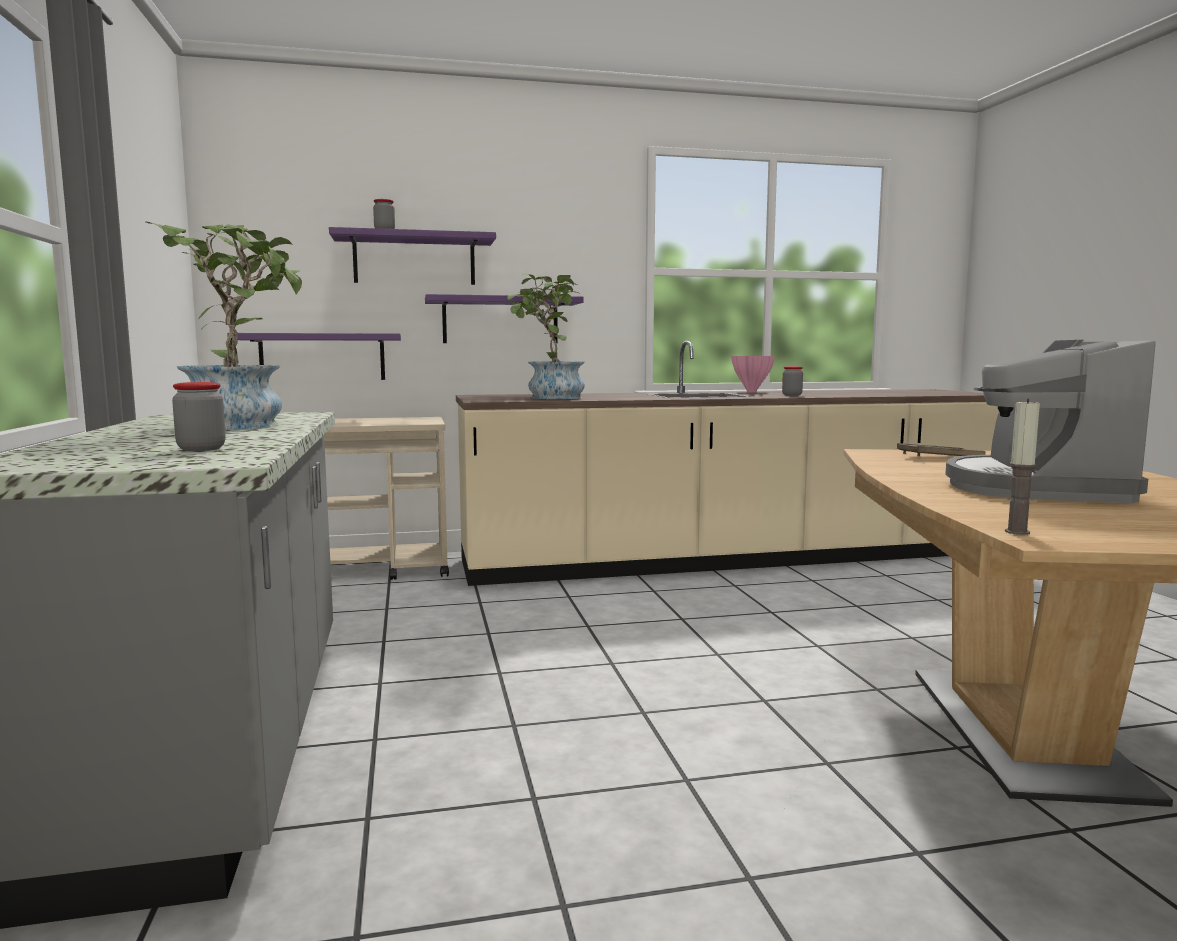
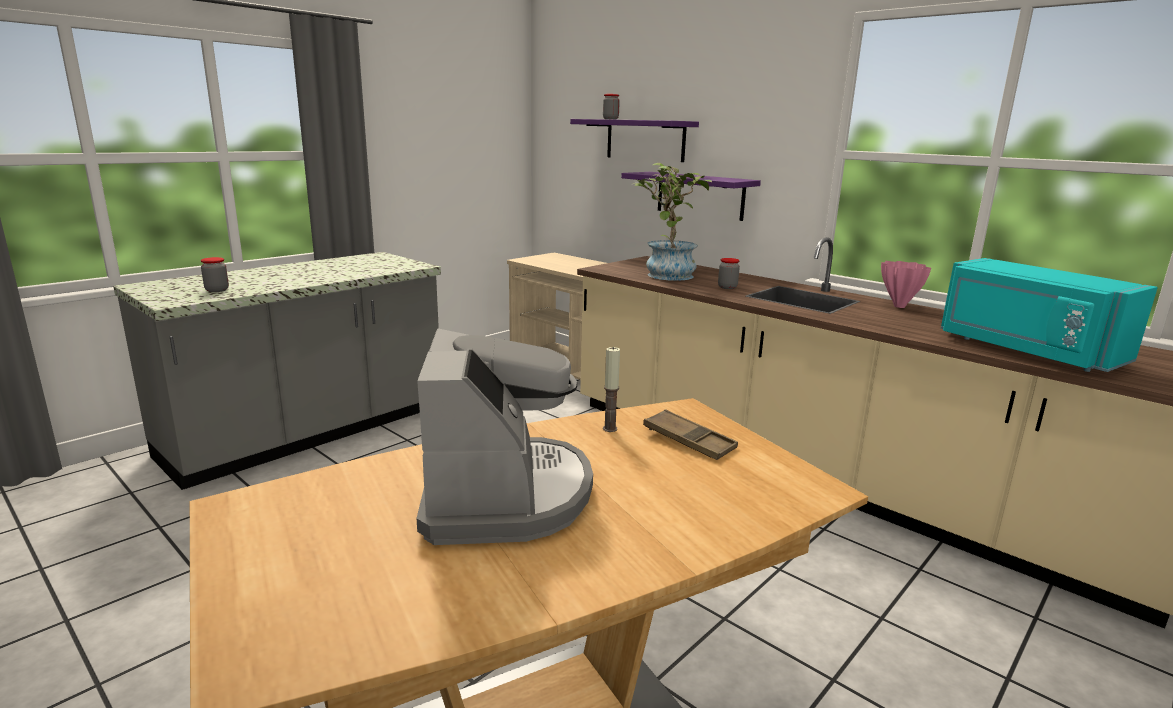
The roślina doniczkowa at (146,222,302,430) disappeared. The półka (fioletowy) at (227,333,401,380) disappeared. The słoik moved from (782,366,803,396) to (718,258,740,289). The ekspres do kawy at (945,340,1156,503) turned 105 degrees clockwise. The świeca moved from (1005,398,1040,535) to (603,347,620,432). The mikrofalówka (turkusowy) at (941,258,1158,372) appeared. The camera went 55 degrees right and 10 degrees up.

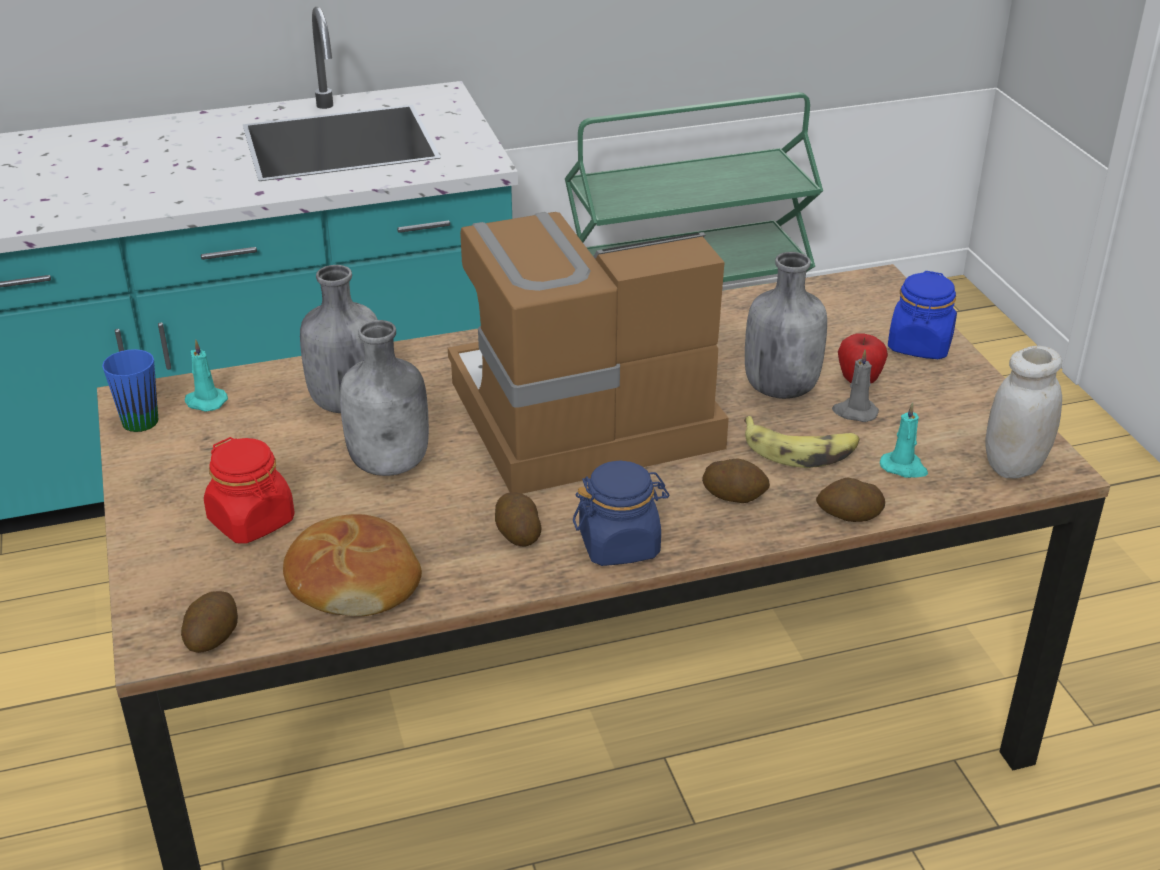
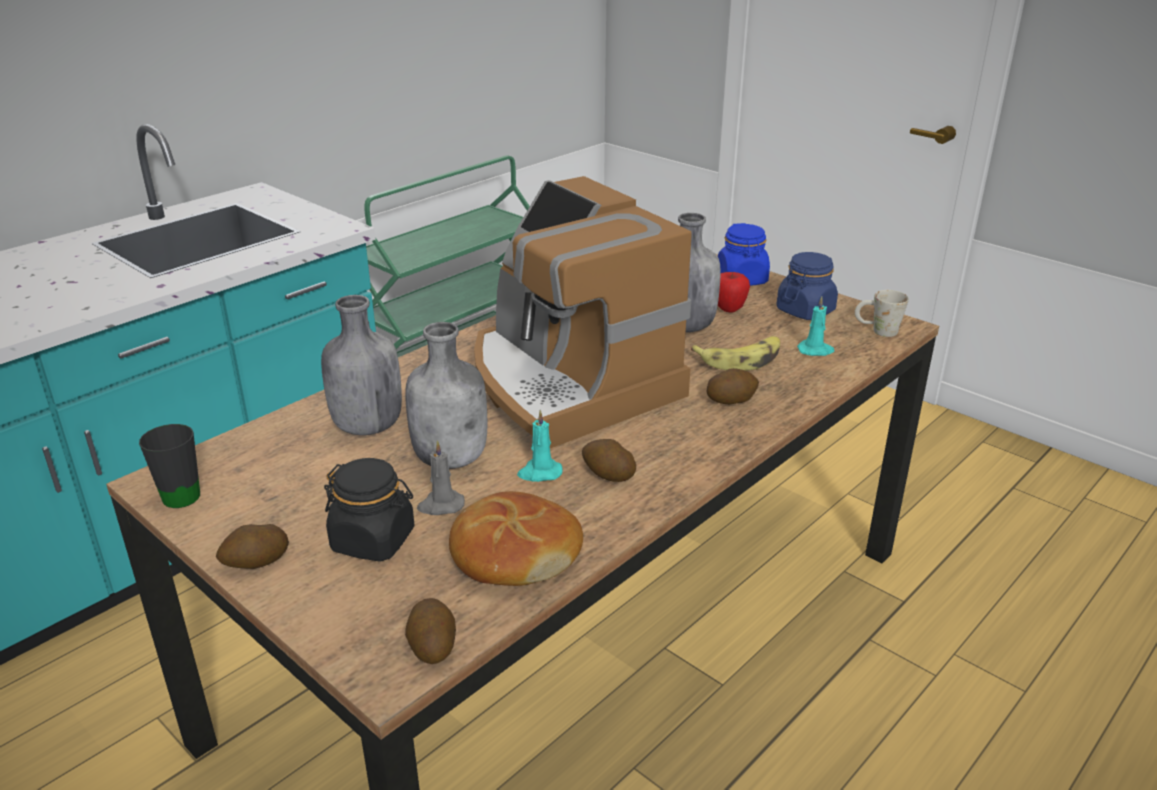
The kubek (niebieski) at (102,349,158,432) became the kubek (czarny) at (139,424,200,508). The świeca (turkusowy) moved from (185,339,228,411) to (517,410,563,482). The słoik (czerwony) at (204,437,295,544) became the słoik (czarny) at (324,458,414,561). The ekspres do kawy at (448,212,729,494) turned 75 degrees counterclockwise. The słoik (niebieski) moved from (573,461,669,566) to (777,252,838,320). The ziemniak moved from (816,477,885,522) to (216,524,289,569). The świeca (szary) moved from (832,350,879,422) to (417,441,465,515). The słoik (biały) at (985,346,1062,479) was replaced by the kubek (biały) at (855,290,909,337). The camera went 30 degrees left and 5 degrees down.

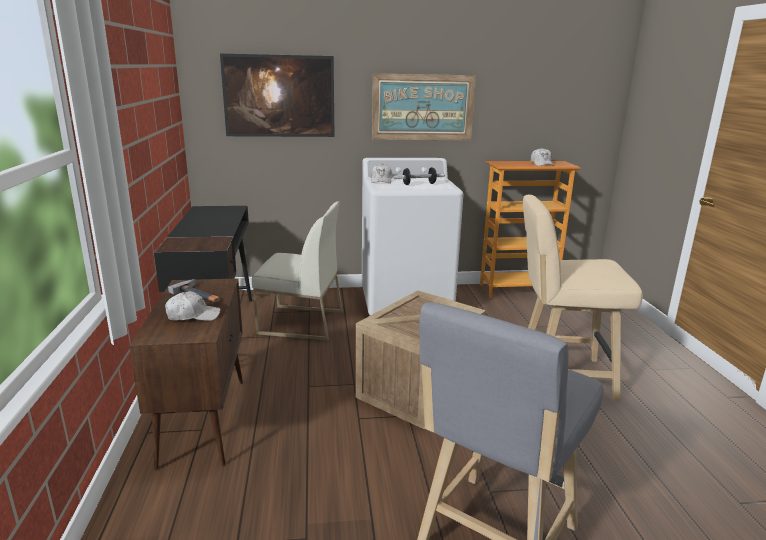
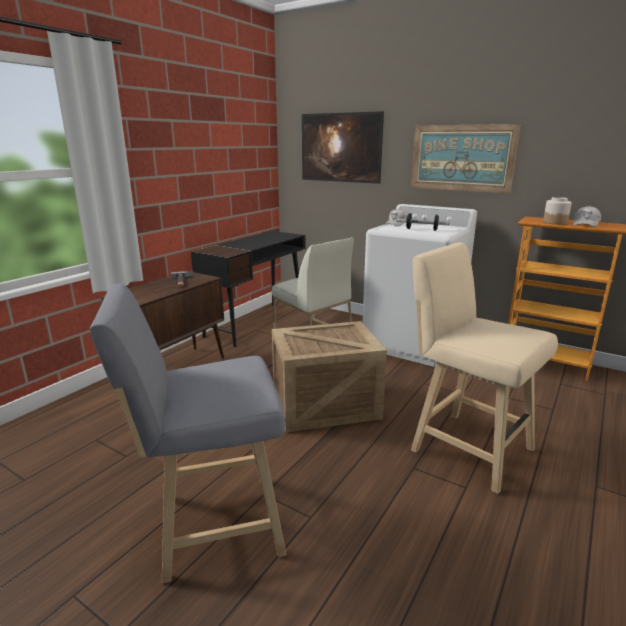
The czapka z daszkiem (biały) at (165,291,221,321) disappeared. The słoik at (543,197,572,225) appeared. The camera went 40 degrees right and 0 degrees up.

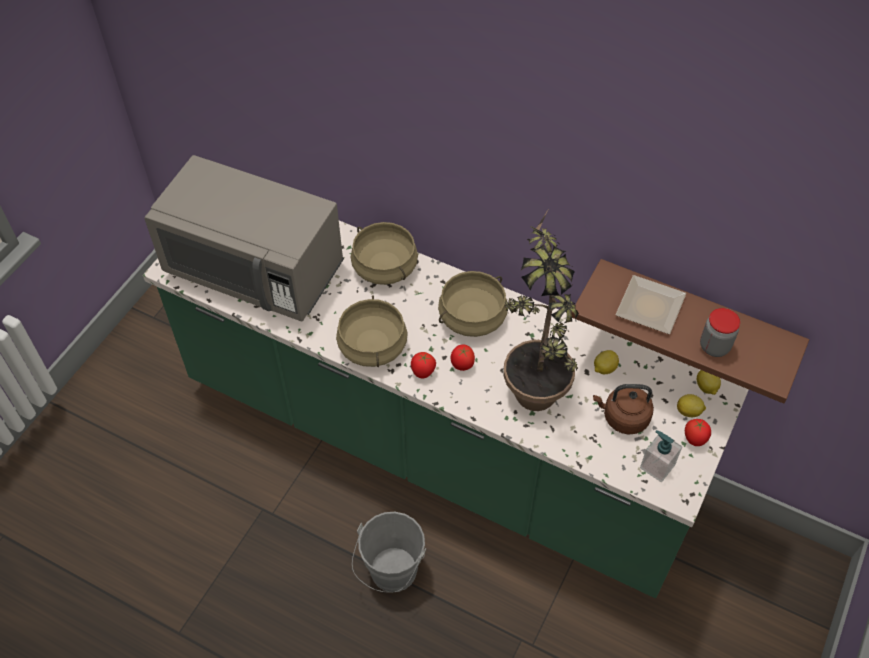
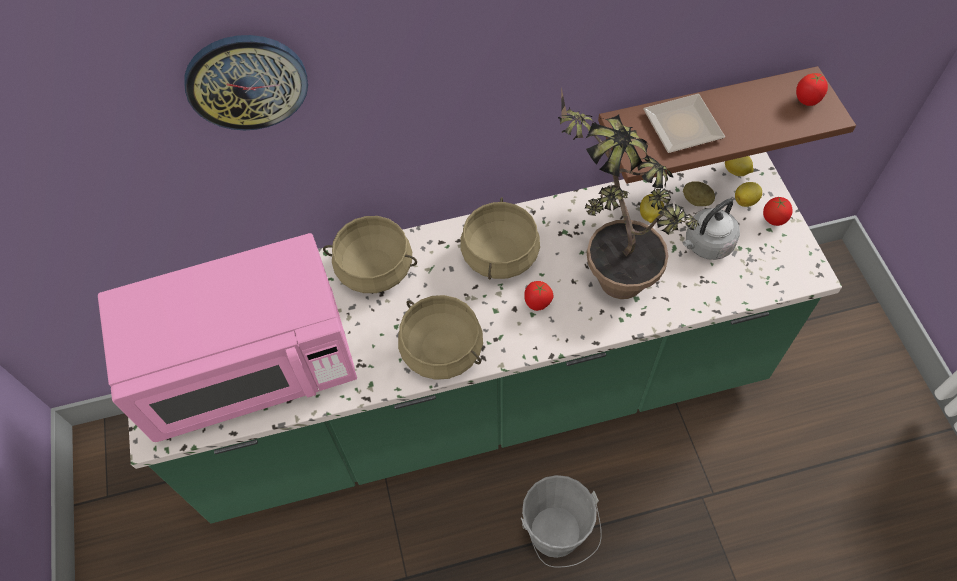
The mikrofalówka (szary) at (144,155,344,322) became the mikrofalówka (różowy) at (98,233,357,442). The pomidor moved from (411,352,436,378) to (796,73,828,106). The czajnik (brązowy) at (593,384,654,434) became the czajnik (szary) at (683,199,740,260). The dozownik mydła at (640,430,682,482) disappeared. The słoik at (700,308,740,357) disappeared. The zegar ścienny at (184,35,308,130) appeared. The ziemniak at (683,181,715,206) appeared. The camera went 40 degrees left and 5 degrees up.

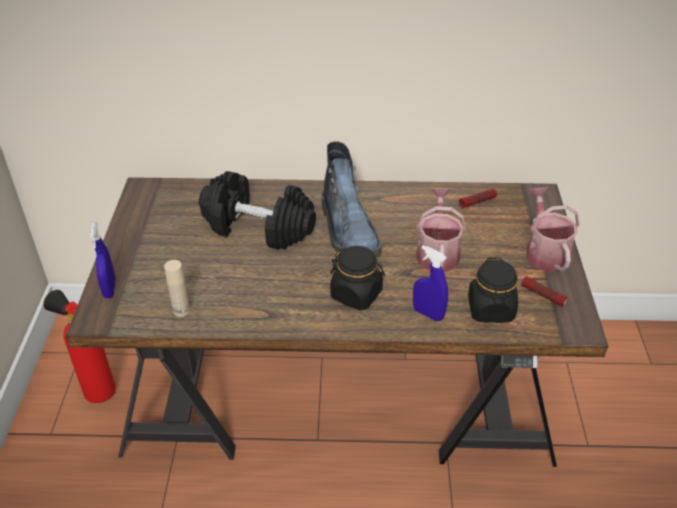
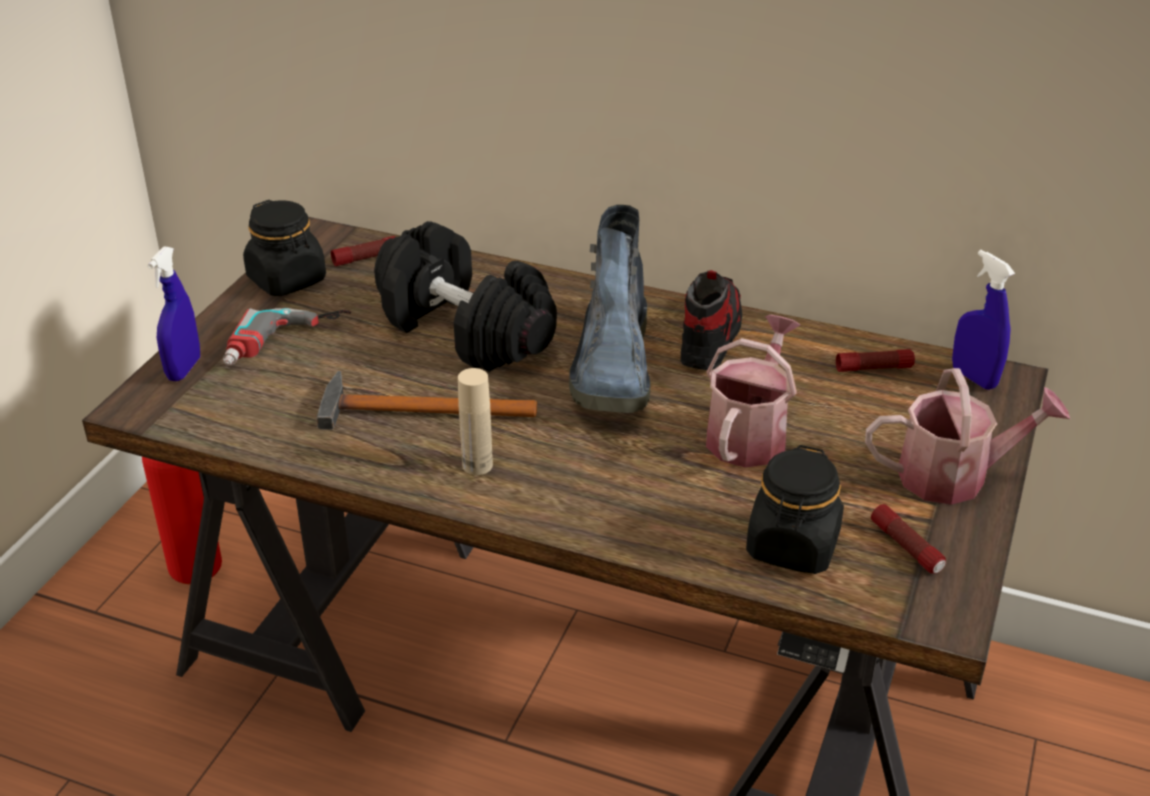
The butelka (beżowy) moved from (164,260,190,317) to (458,368,493,475). The słoik (czarny) moved from (330,246,385,310) to (243,200,326,296). The spryskiwacz (niebieski) moved from (413,245,448,321) to (952,250,1015,390). The konewka at (526,187,579,272) turned 75 degrees clockwise. The wiertarka at (223,308,351,366) appeared. The młotek at (316,371,538,430) appeared. The latarka at (331,236,395,266) appeared. The but at (681,270,742,370) appeared. The camera went 20 degrees right and 5 degrees down.

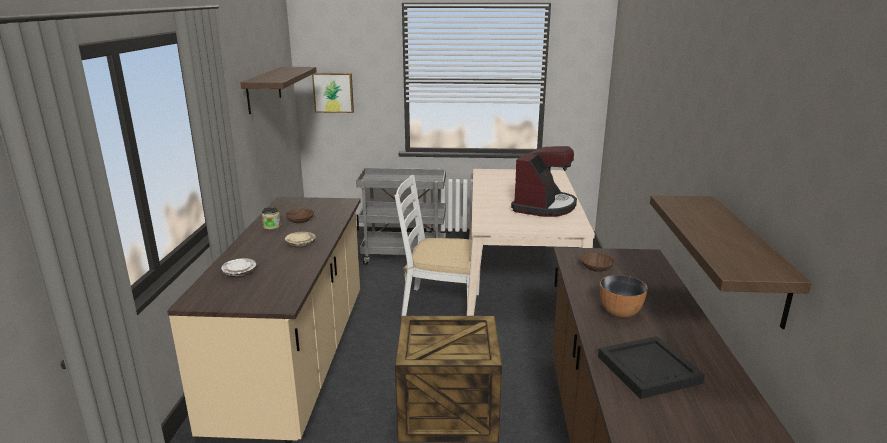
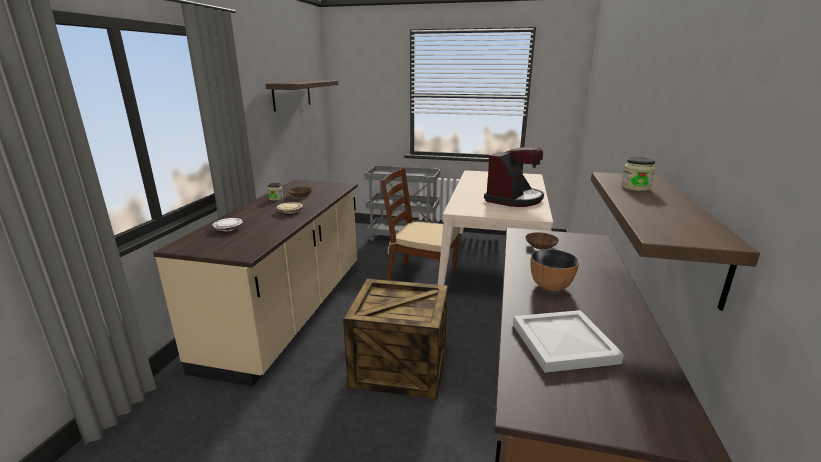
The obraz at (312,73,354,113) disappeared. The krzesło (biały) at (394,175,481,316) became the krzesło (brązowy) at (381,168,460,280). The taca (czarny) at (598,336,705,399) became the taca (biały) at (513,310,624,373). The słoik at (621,157,655,191) appeared. The camera went 10 degrees right and 0 degrees up.

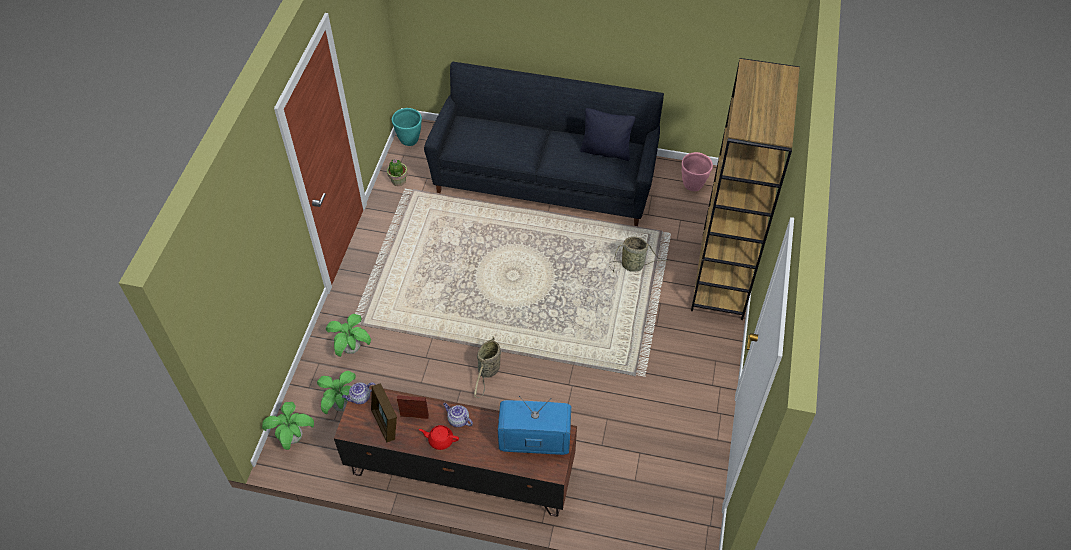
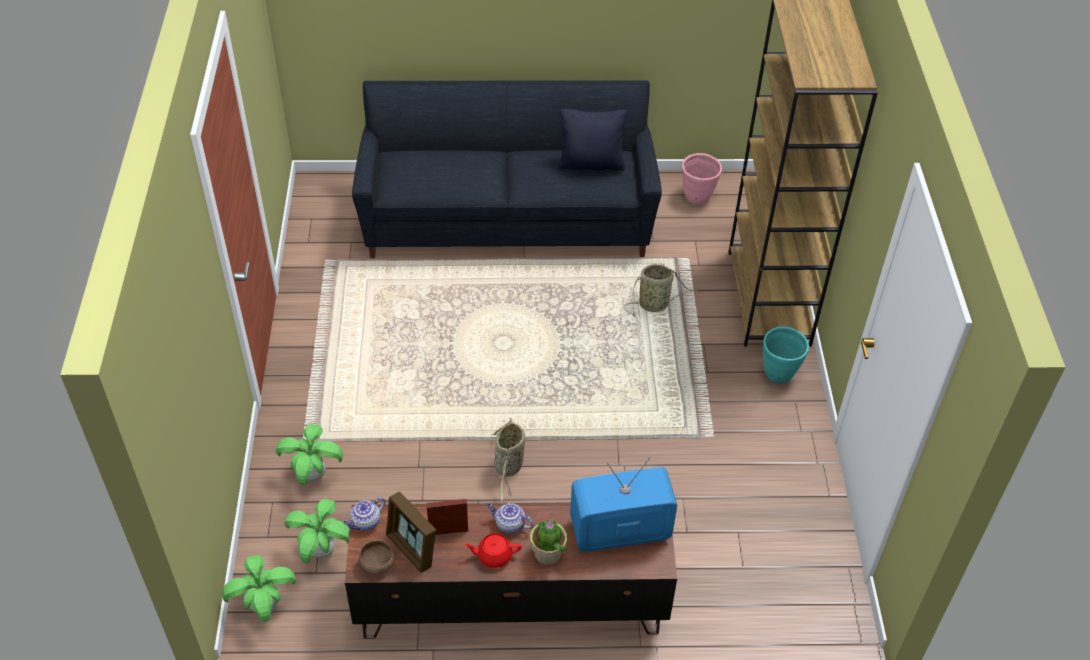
The roślina doniczkowa moved from (387,159,407,186) to (530,520,567,565). The donica (turkusowy) moved from (392,108,422,146) to (763,326,809,383). The miska (brązowy) at (359,540,394,574) appeared. The camera went 15 degrees left and 5 degrees down.

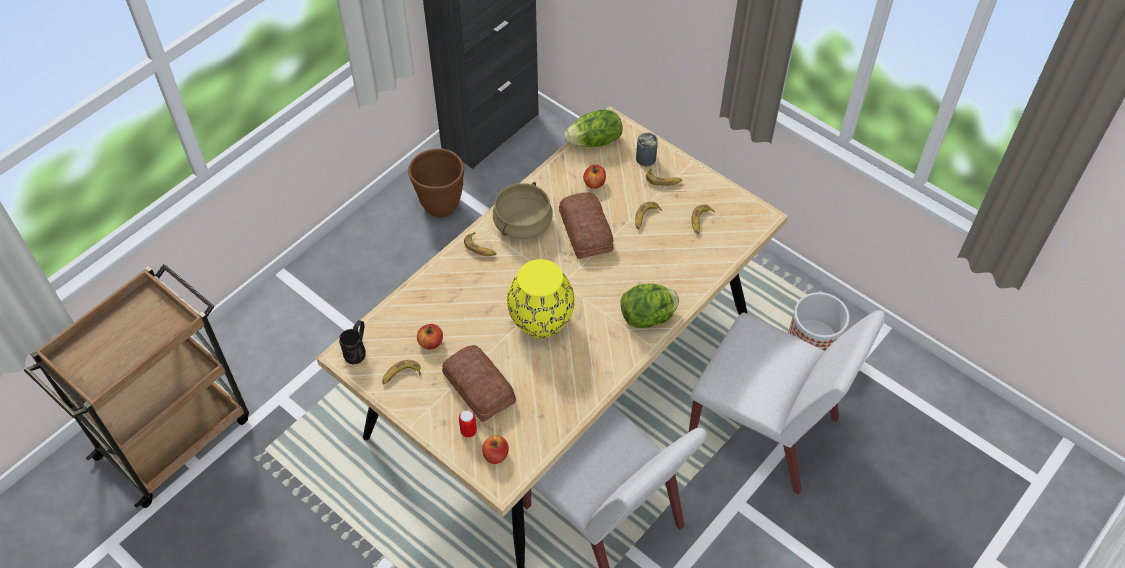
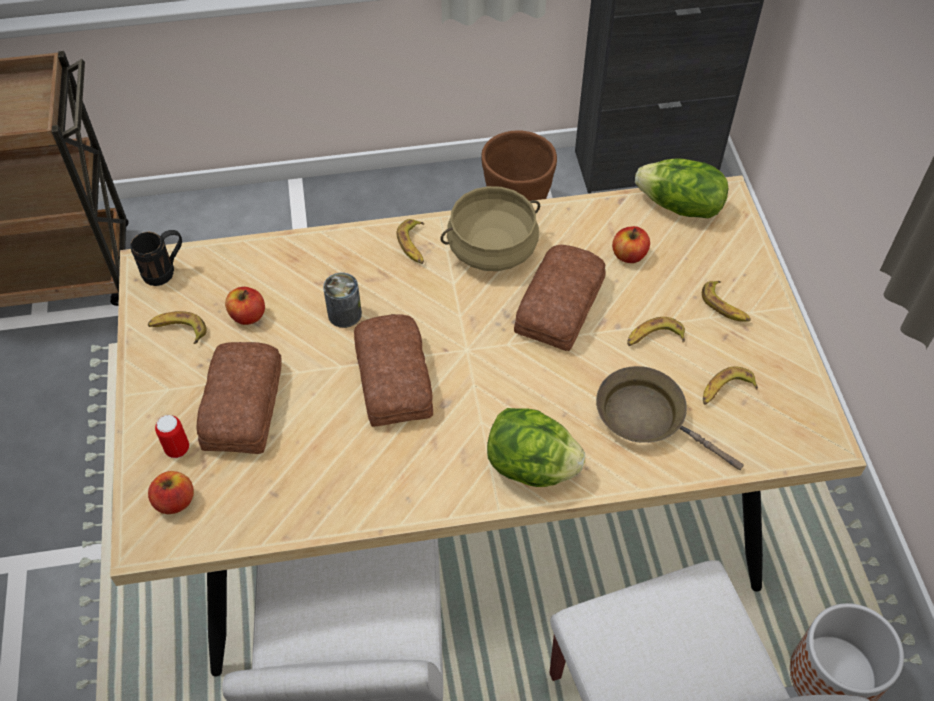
The wazon (żółty) at (507,259,575,338) was replaced by the chleb at (354,314,433,427). The puszka moved from (636,133,658,166) to (323,273,362,328). The patelnia (brązowy) at (596,366,744,470) appeared. The camera went 40 degrees right and 0 degrees up.

